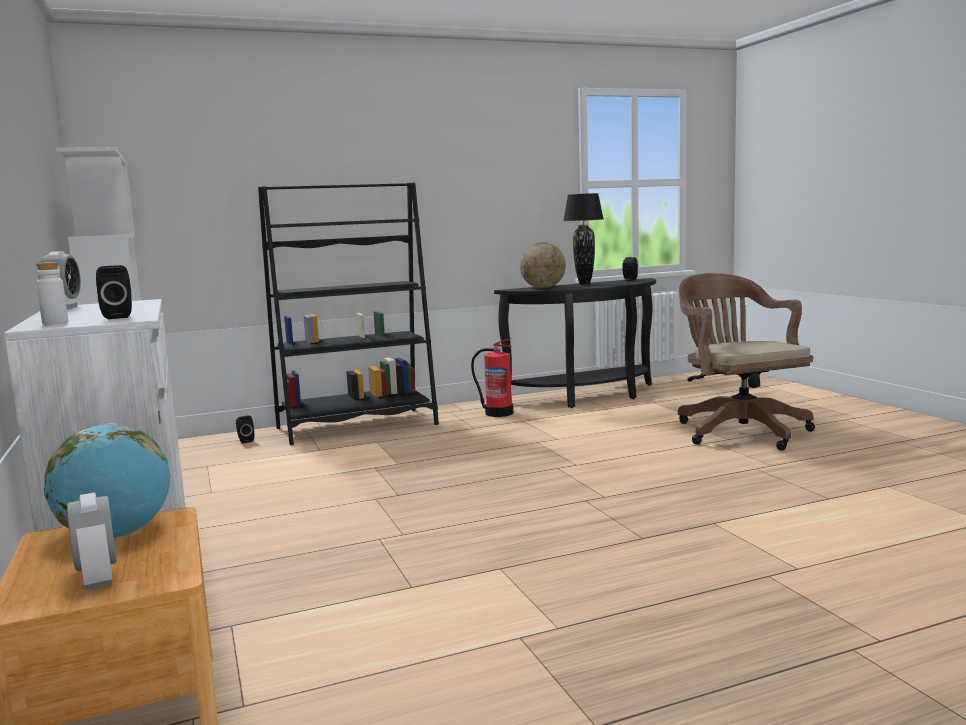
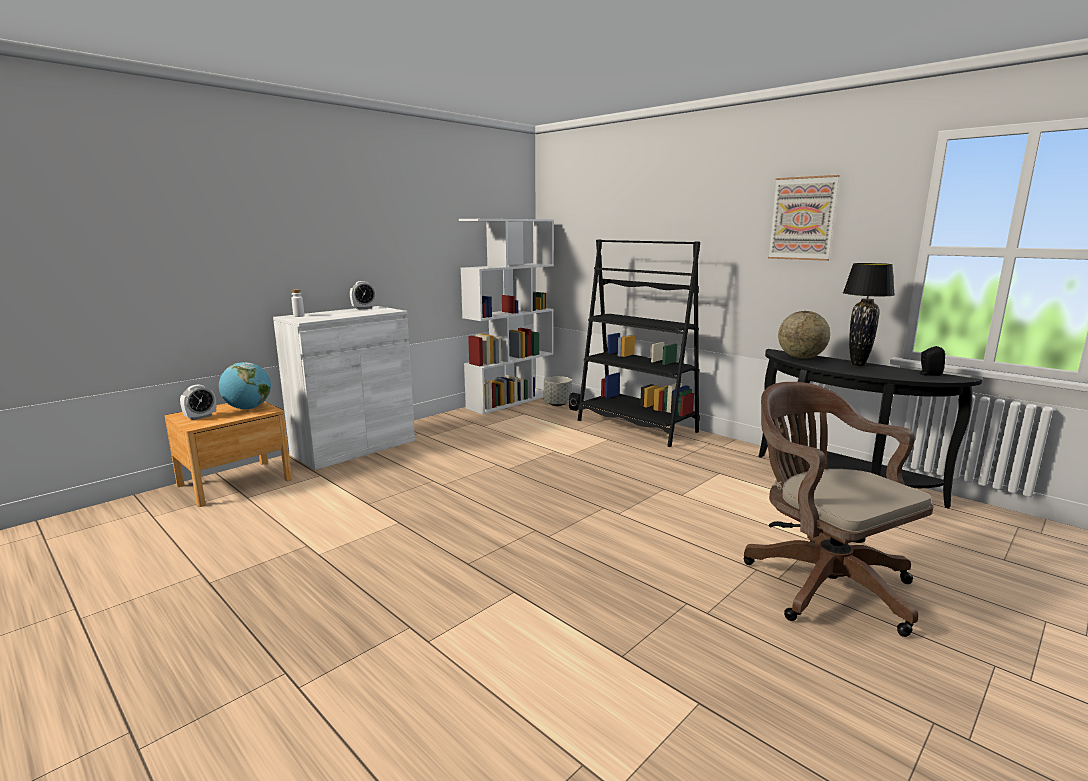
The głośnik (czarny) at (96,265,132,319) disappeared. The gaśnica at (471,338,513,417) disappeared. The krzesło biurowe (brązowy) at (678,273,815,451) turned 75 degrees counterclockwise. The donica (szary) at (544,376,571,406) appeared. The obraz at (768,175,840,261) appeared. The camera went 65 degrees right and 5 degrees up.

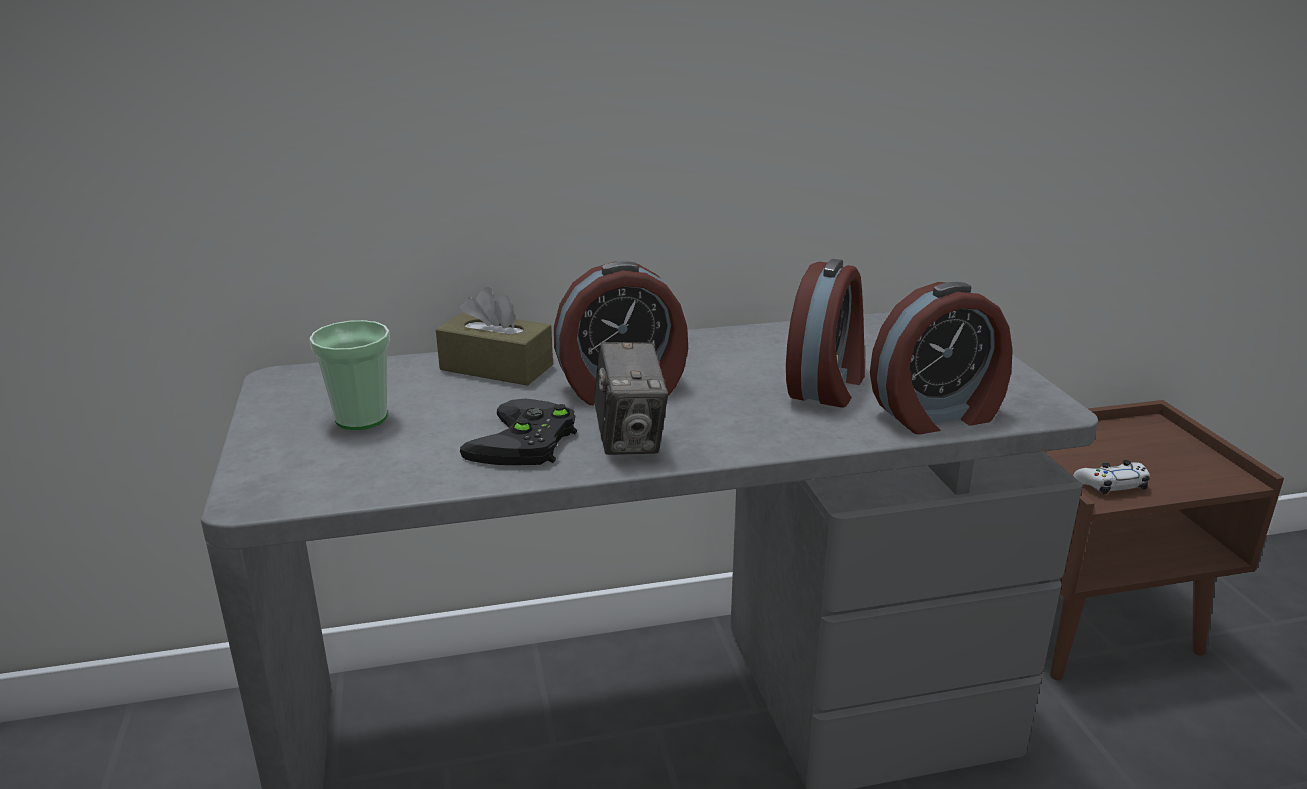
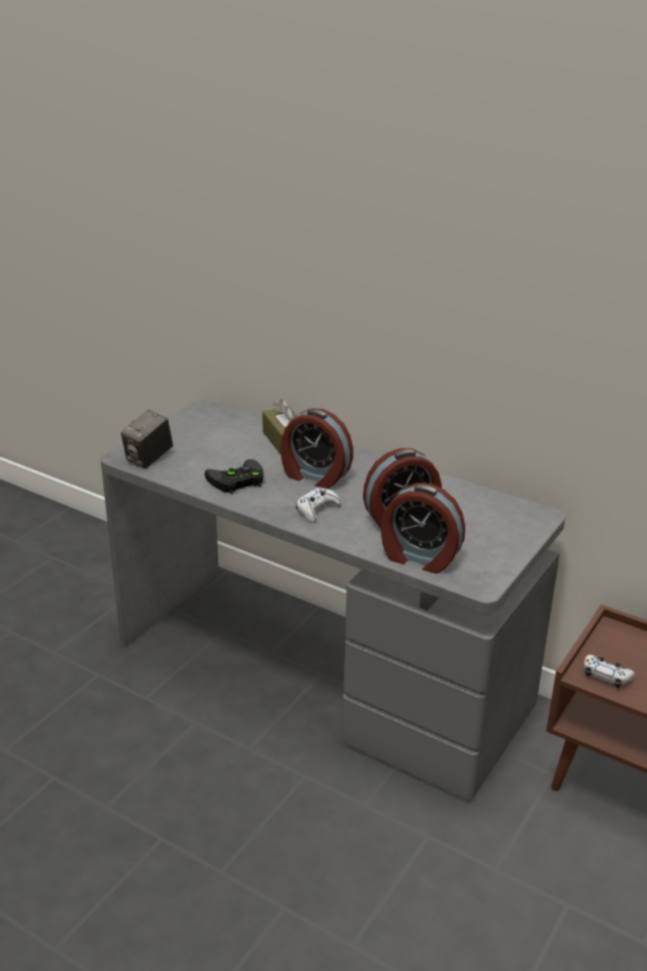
The filiżanka at (309,320,390,430) disappeared. The aparat fotograficzny moved from (594,342,668,455) to (121,410,173,469). The pad do gier (biały) at (296,487,341,523) appeared. The camera went 45 degrees right and 5 degrees up.

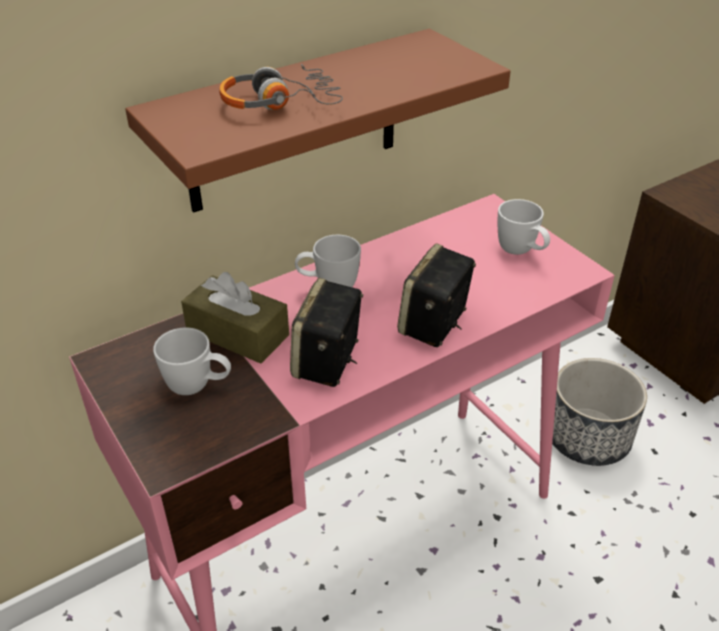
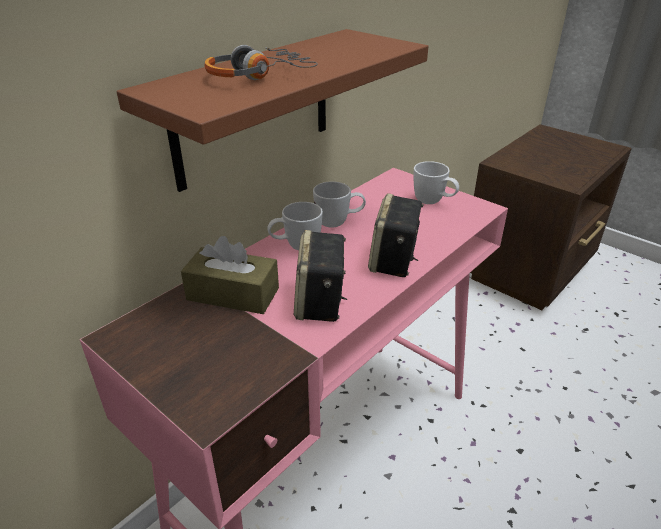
The kubek (biały) moved from (153,328,231,395) to (313,181,366,228). The donica at (552,358,647,466) disappeared. The camera went 15 degrees left and 5 degrees down.

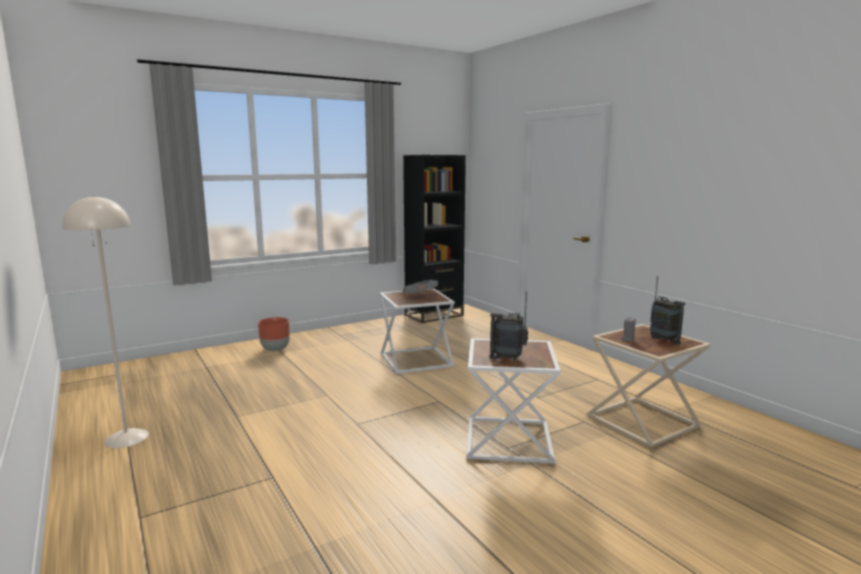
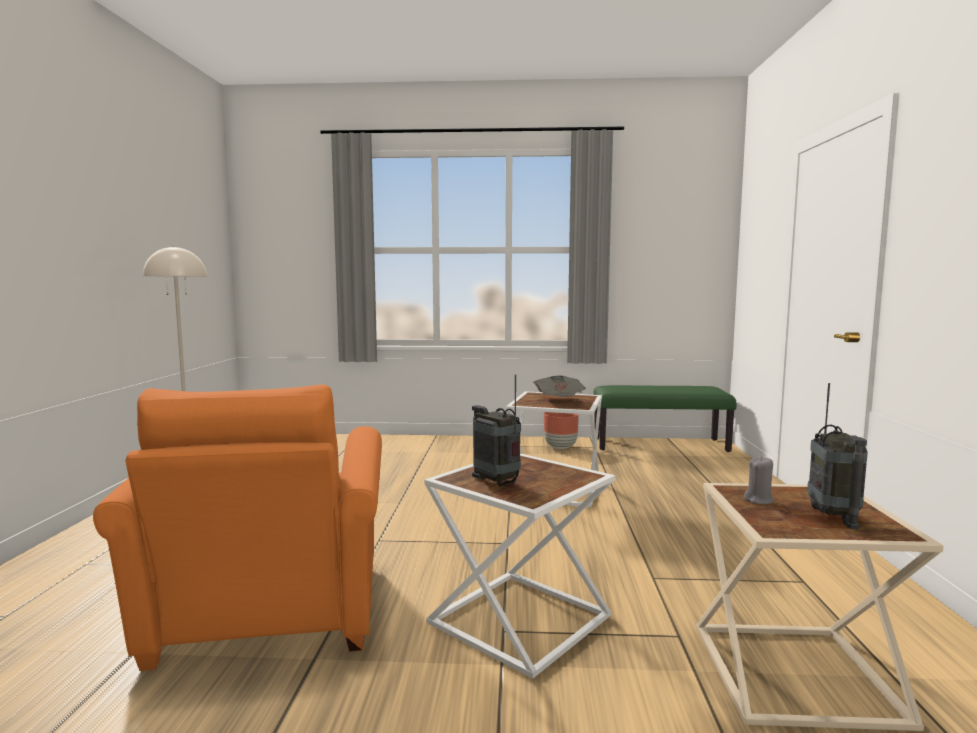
The donica (brązowy) moved from (258,317,290,351) to (544,412,579,449). The regał (czarny) at (403,155,466,323) was replaced by the ławka (zielony) at (593,385,736,452). The fotel (pomarańczowy) at (93,385,382,671) appeared. The camera went 35 degrees right and 5 degrees down.

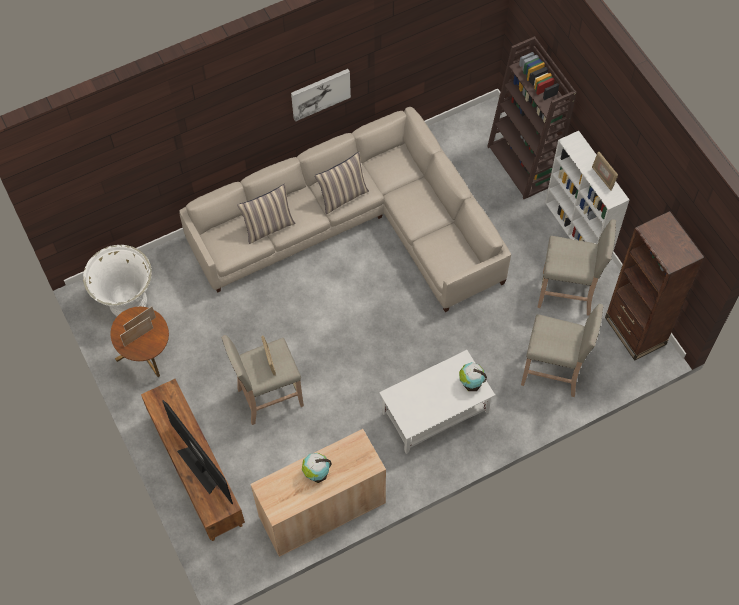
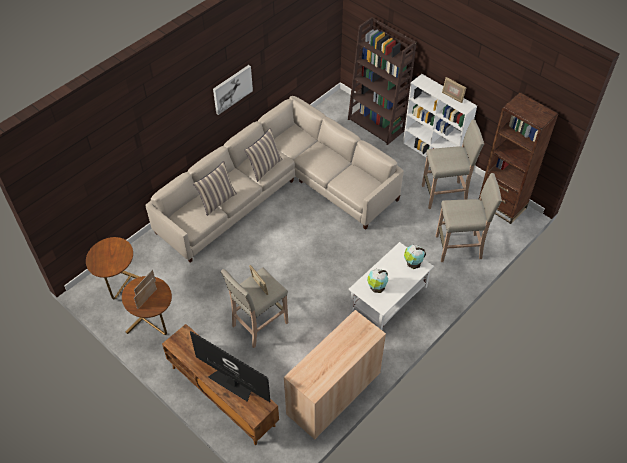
The donica (biały) at (83,245,152,316) was replaced by the stolik (brązowy) at (86,237,140,299). The globus moved from (302,453,332,483) to (367,269,388,293). The camera went 20 degrees left and 10 degrees down.

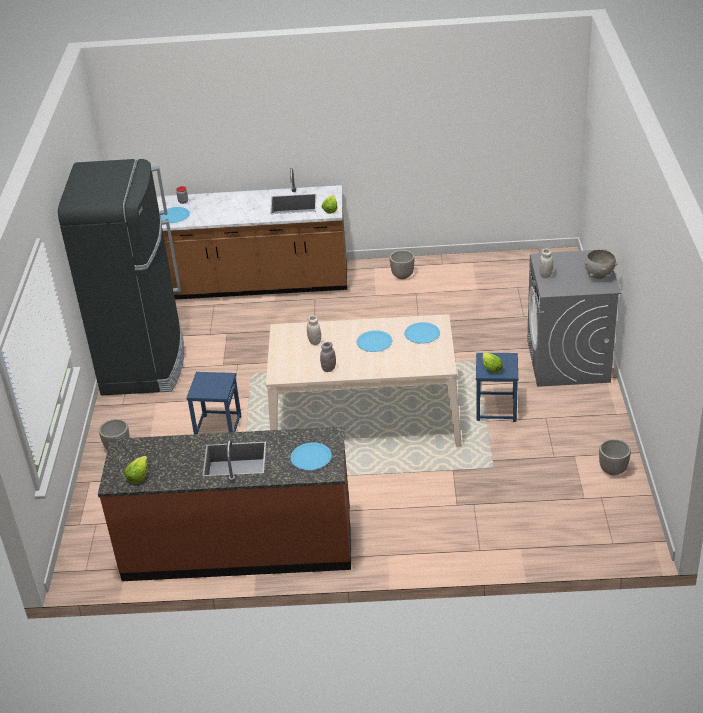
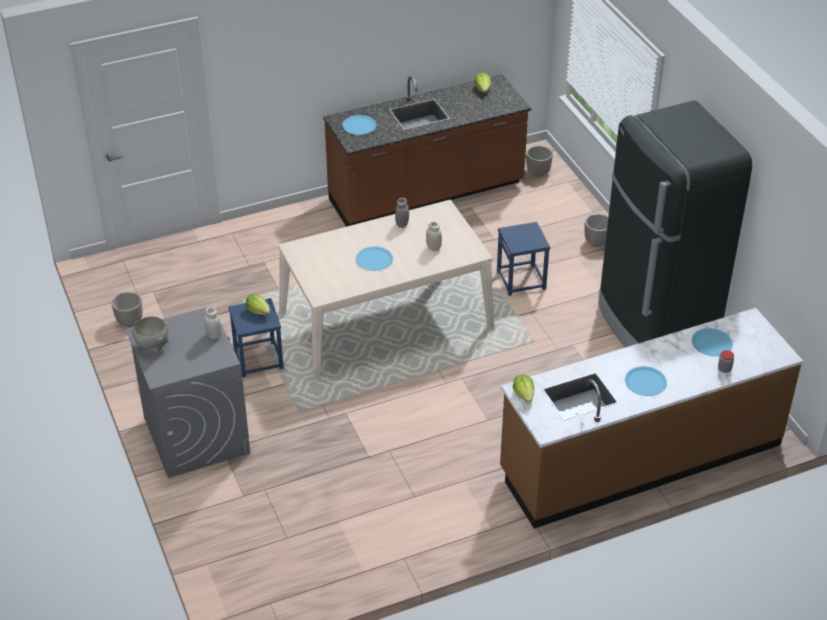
The donica moved from (390,250,415,279) to (526,146,553,177). The talerz (niebieski) moved from (404,322,440,344) to (625,366,667,396). The camera went 155 degrees right and 5 degrees up.

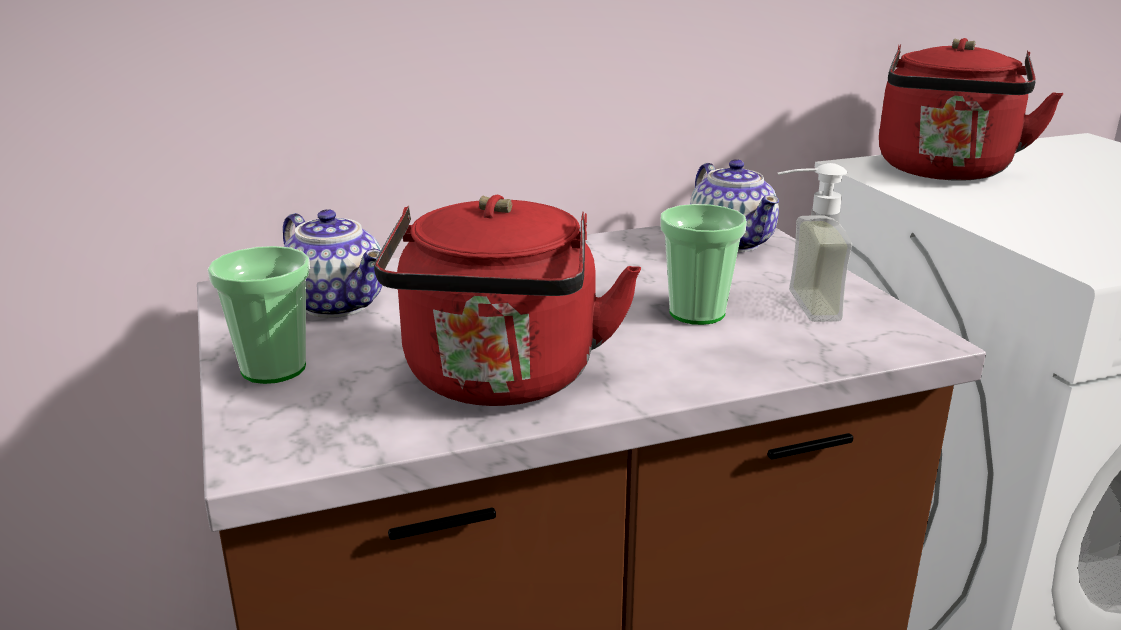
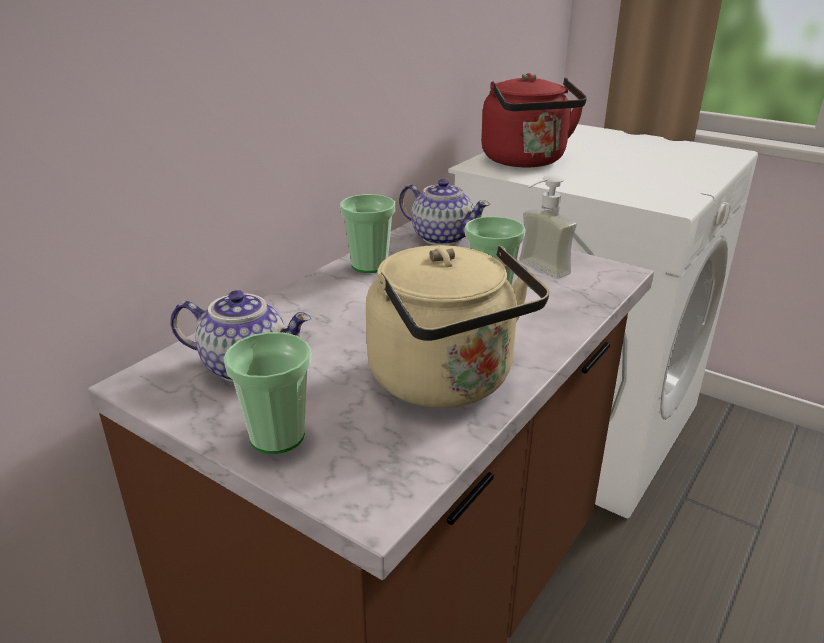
The czajnik (czerwony) at (374,195,641,406) became the czajnik (beżowy) at (366,245,549,408). The filiżanka at (340,194,395,273) appeared. The camera went 35 degrees left and 5 degrees up.

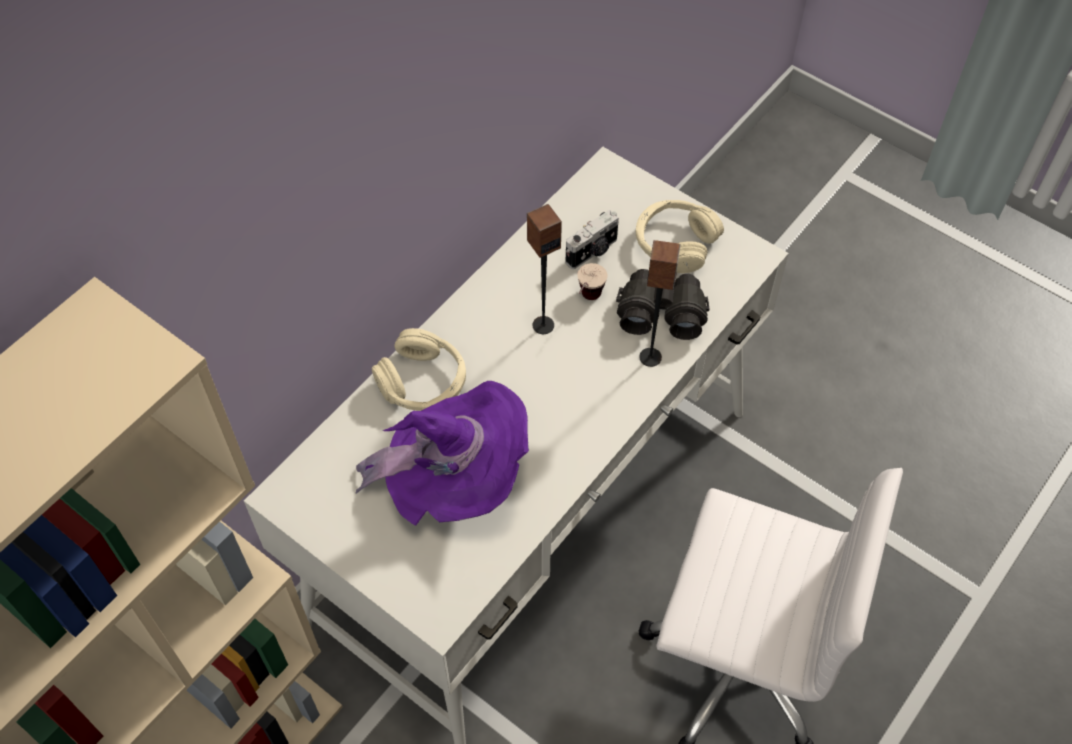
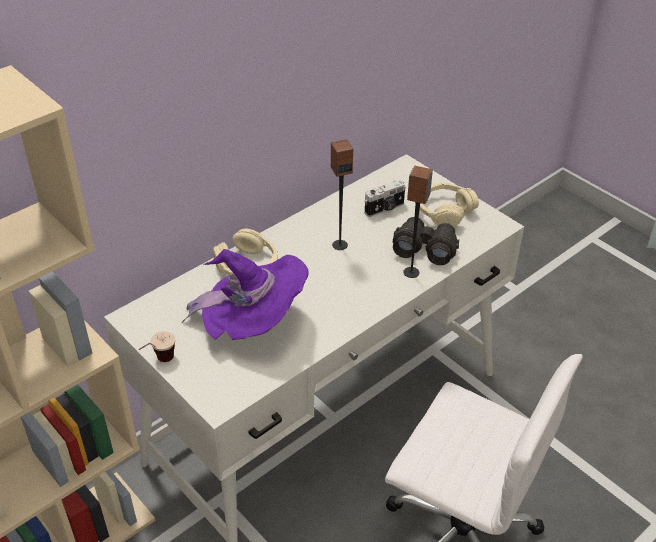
The filiżanka moved from (578,263,608,300) to (139,331,175,362). The camera went 10 degrees right and 15 degrees down.

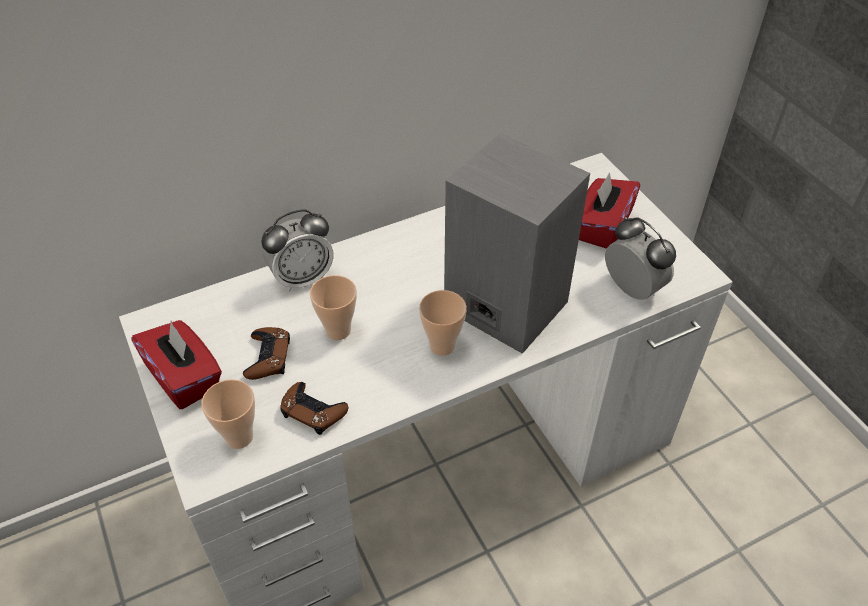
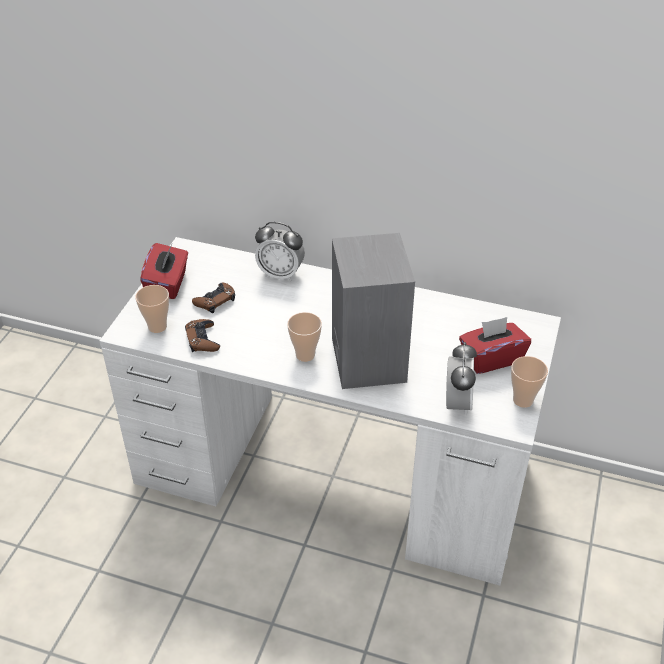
The filiżanka moved from (310,275,357,340) to (511,356,548,408). The camera went 45 degrees right and 5 degrees down.

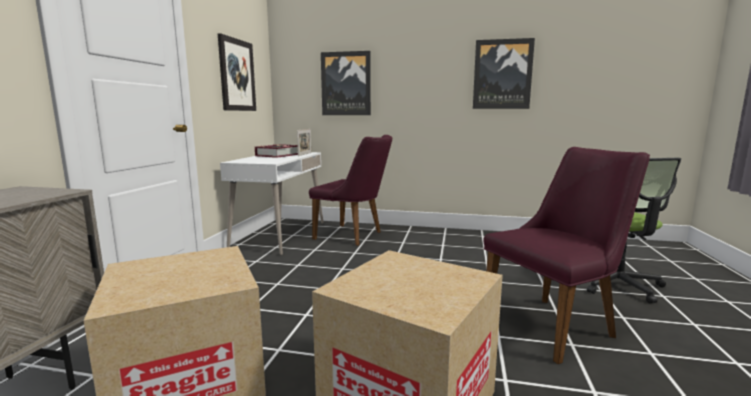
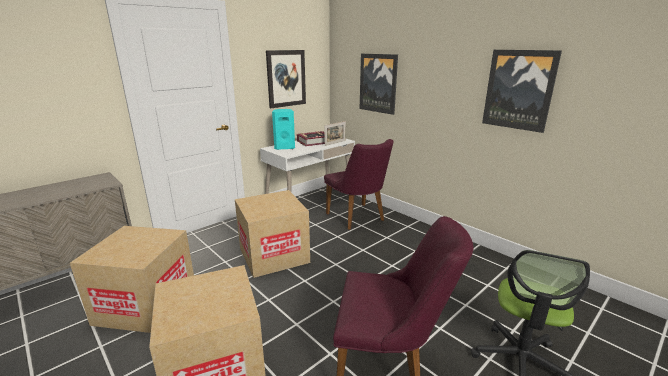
The karton at (235,190,310,278) appeared. The głośnik (turkusowy) at (272,109,295,150) appeared. The camera went 35 degrees right and 10 degrees up.

